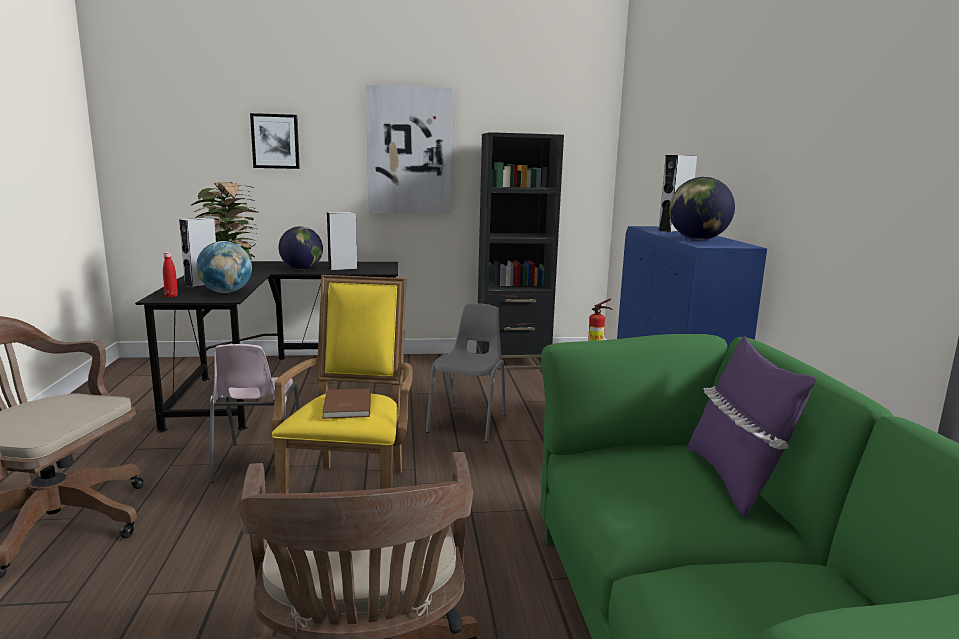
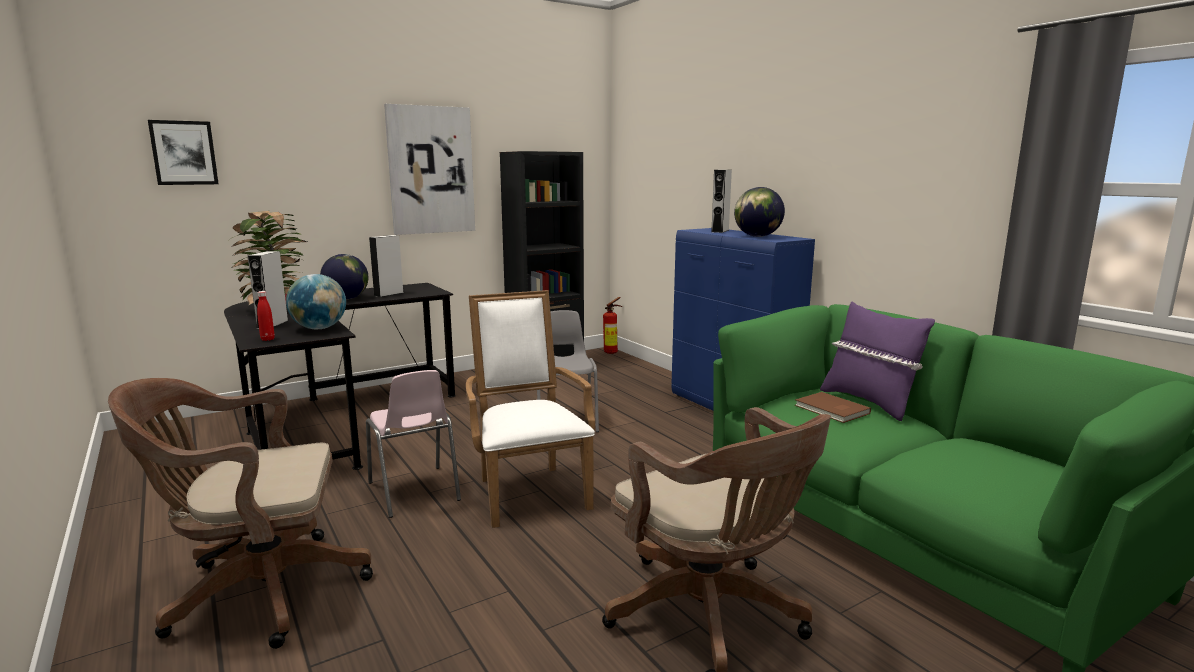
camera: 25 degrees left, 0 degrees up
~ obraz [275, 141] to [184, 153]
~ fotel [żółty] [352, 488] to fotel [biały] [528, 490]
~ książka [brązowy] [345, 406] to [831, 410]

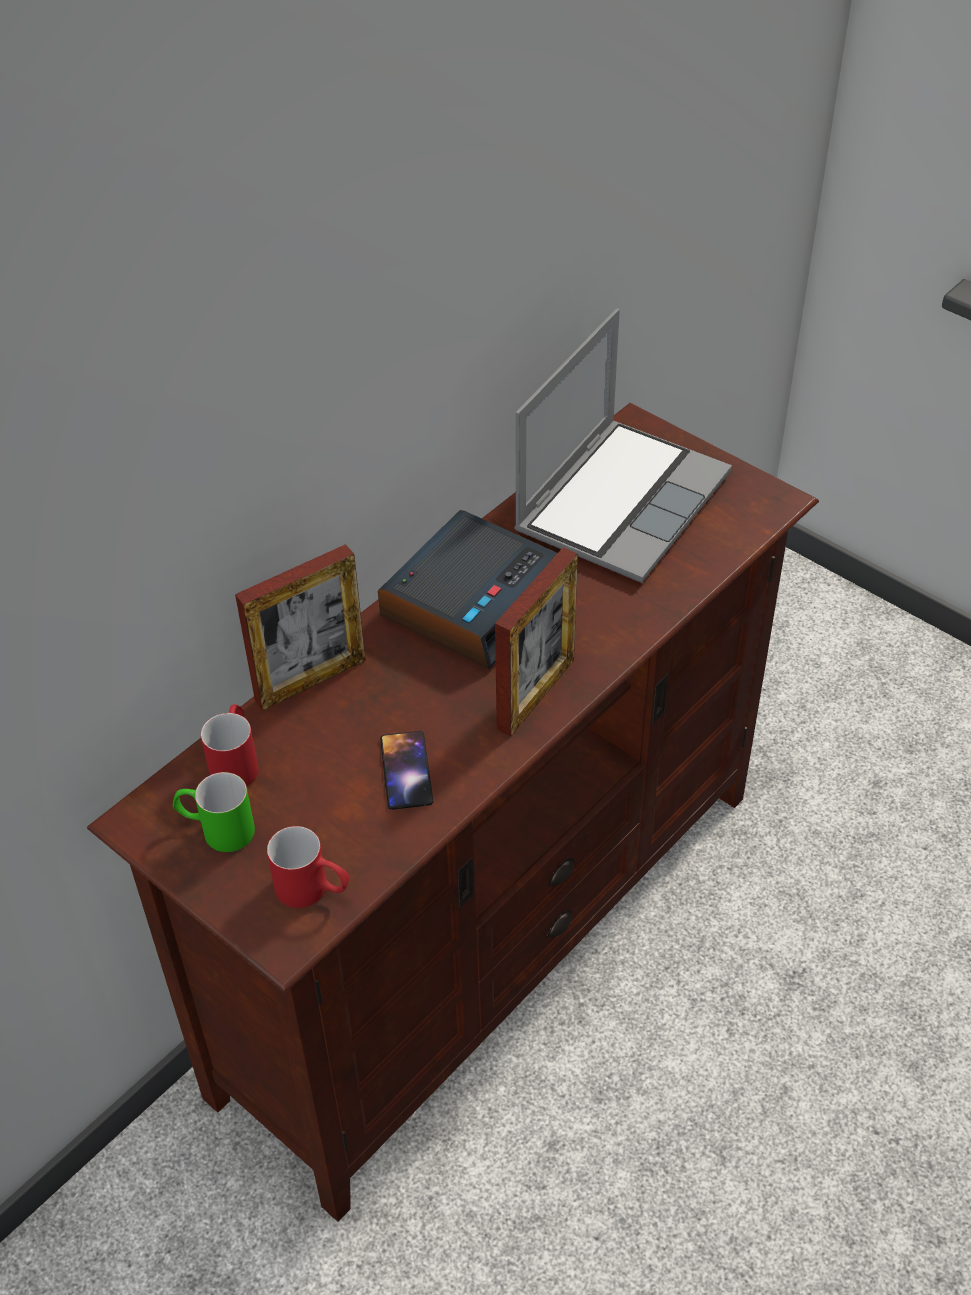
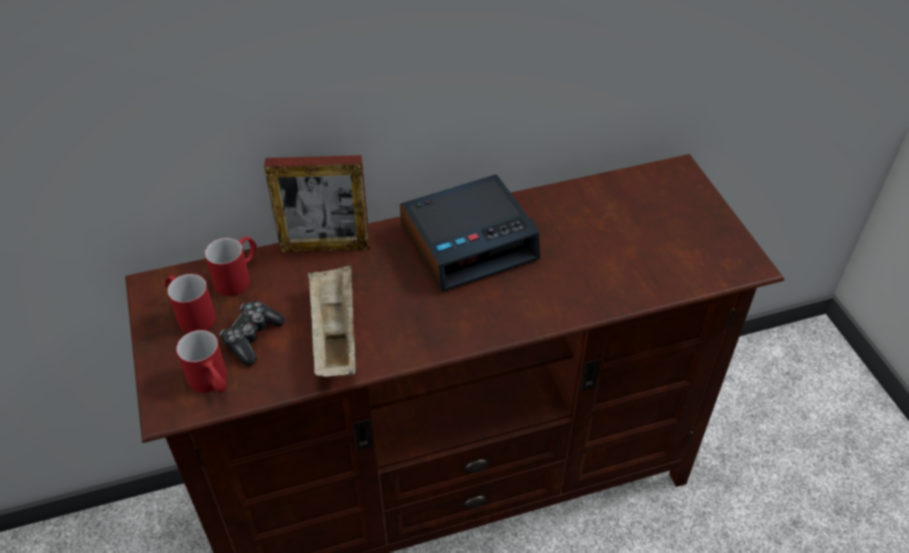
camera: 30 degrees right, 0 degrees up
~ kubek [zielony] [216, 829] to kubek [czerwony] [191, 314]
~ telefon [406, 770] to taca [beżowy] [334, 334]
- ramka na zdjęcie [536, 694]
- laptop [621, 501]
+ pad do gier [252, 337]

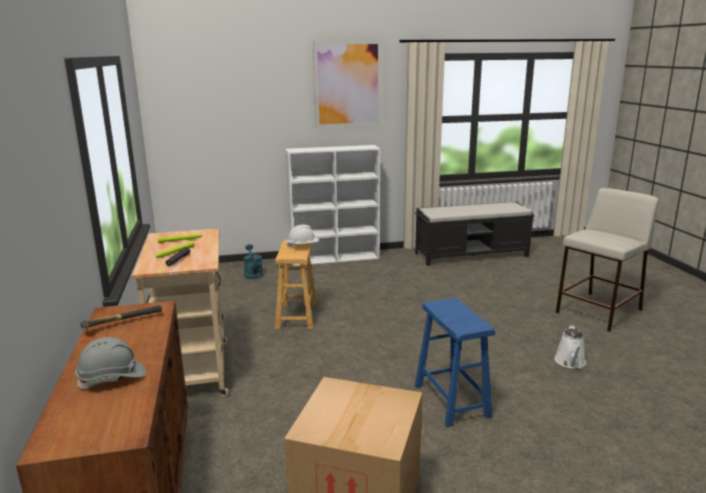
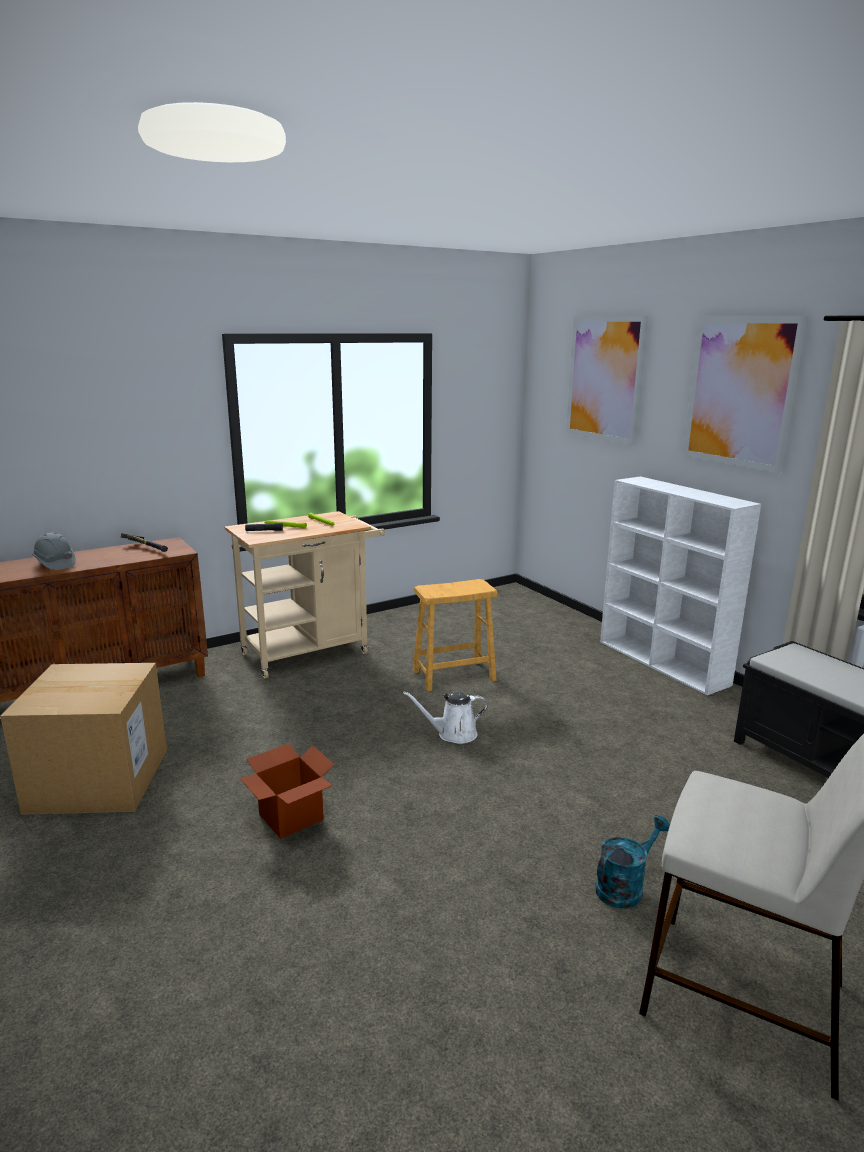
camera: 70 degrees right, 0 degrees up
~ konewka [turkusowy] [253, 274] to [625, 886]
- kask [biały] [303, 246]
~ stołek [niebieski] [451, 401] to karton [291, 817]
~ konewka [biały] [570, 362] to [453, 734]
+ obraz [605, 378]

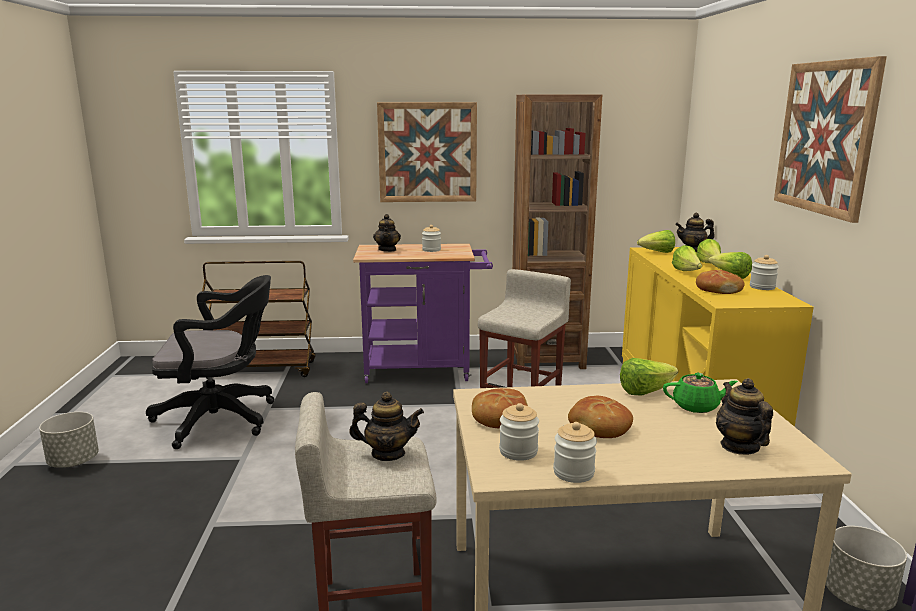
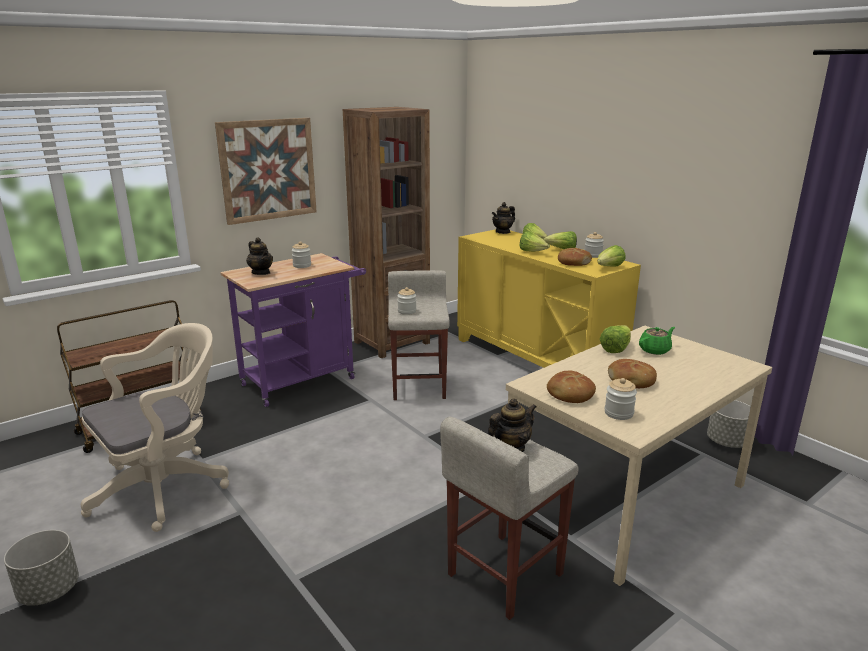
camera: 35 degrees left, 5 degrees up
~ krzesło biurowe [czarny] [222, 419] to krzesło biurowe [beżowy] [166, 486]
~ słoik [573, 472] to [407, 311]
~ sałata [657, 252] to [609, 267]
- imbryk [739, 446]
- obraz [825, 137]

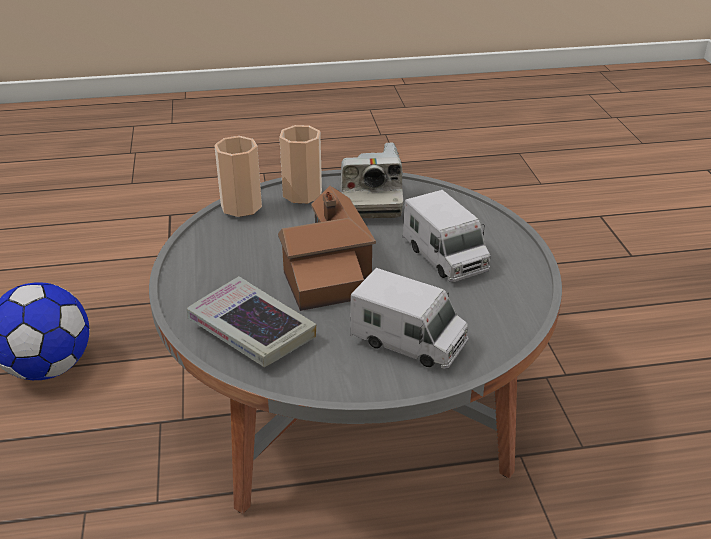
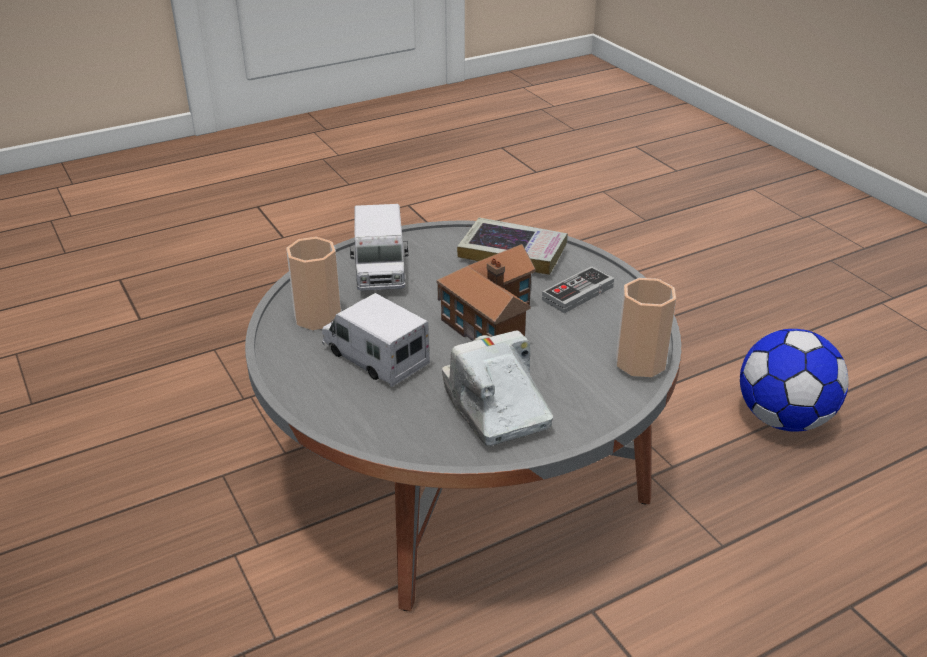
camera: 160 degrees right, 0 degrees up
~ filiżanka [302, 194] to [317, 317]
~ ciężarówka zabawkowa [409, 341] = [380, 269] 105 degrees counterclockwise
+ pad do gier [577, 293]

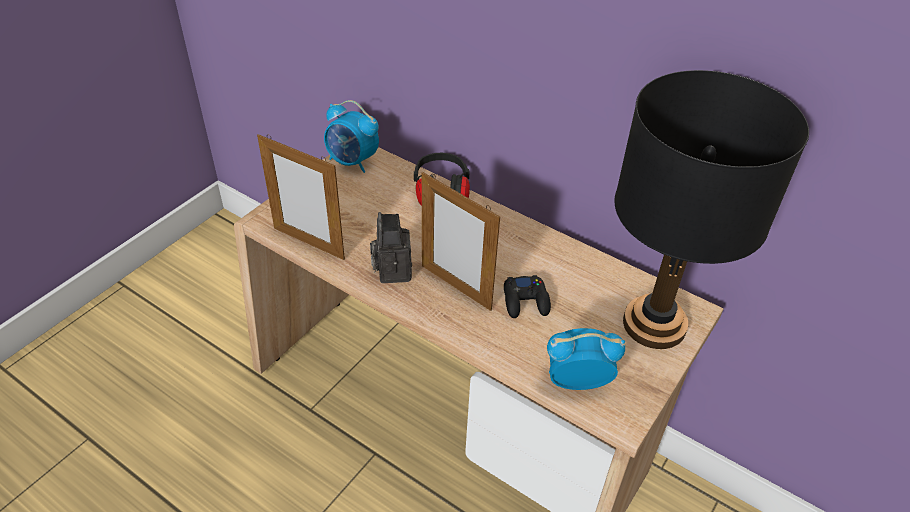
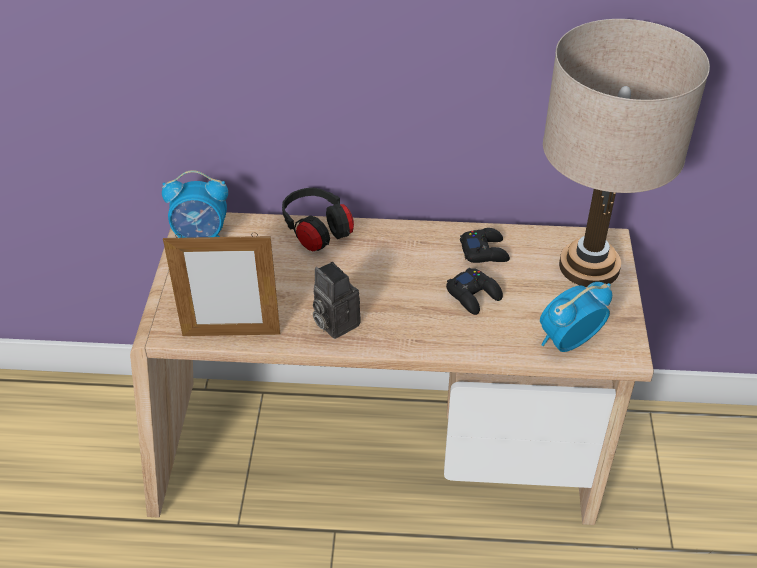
camera: 30 degrees left, 0 degrees up
- ramka na zdjęcie [456, 287]
~ lampa stołowa [czarny] [654, 325] to lampa stołowa [beżowy] [589, 266]
+ pad do gier [czarny] [484, 251]

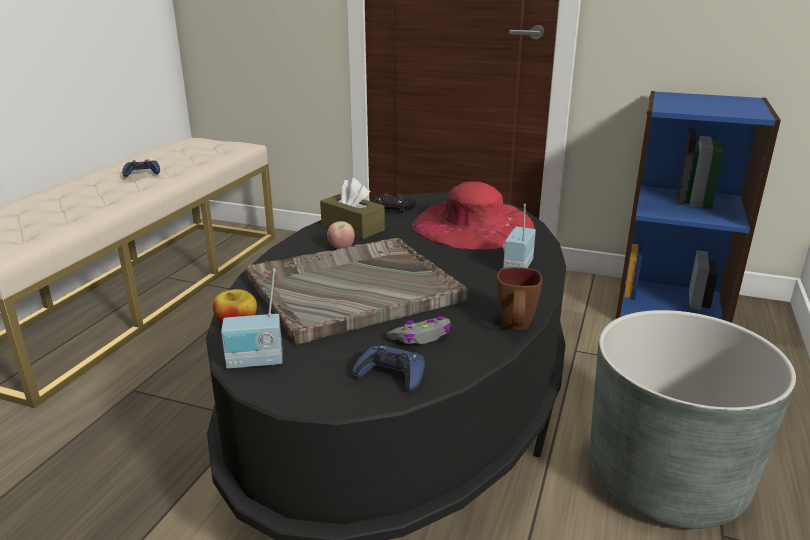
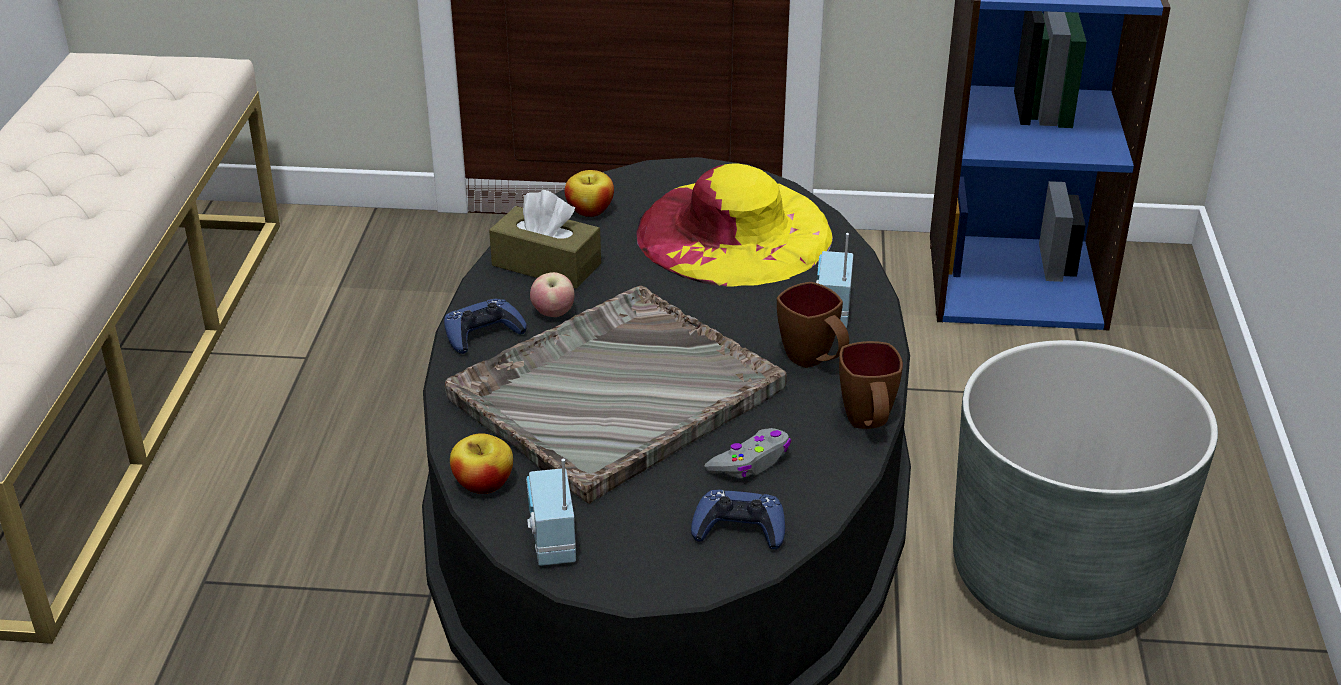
camera: 15 degrees left, 10 degrees up
~ pad do gier [niebieski] [142, 173] to [483, 333]
~ radio [255, 362] = [550, 542] 105 degrees clockwise
~ pad do gier [czarny] [393, 208] to jabłko [590, 211]
~ kapelusz [czerwony] [473, 225] to kapelusz [żółty] [734, 232]
+ kubek [brązowy] [814, 362]

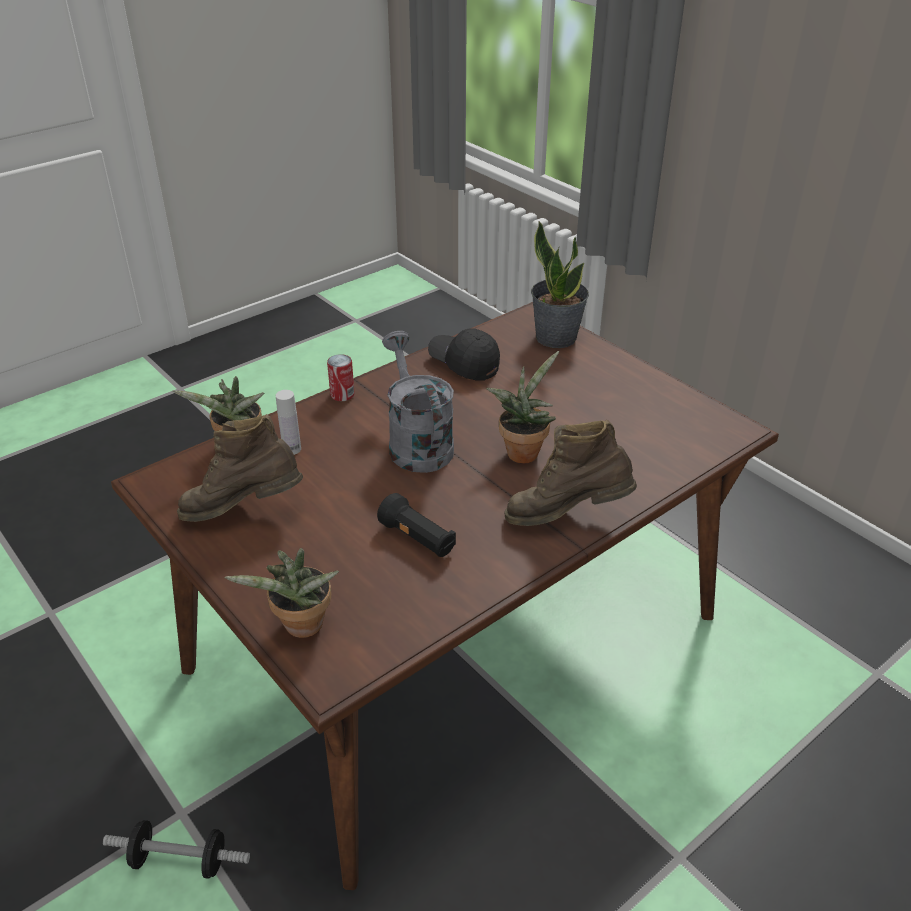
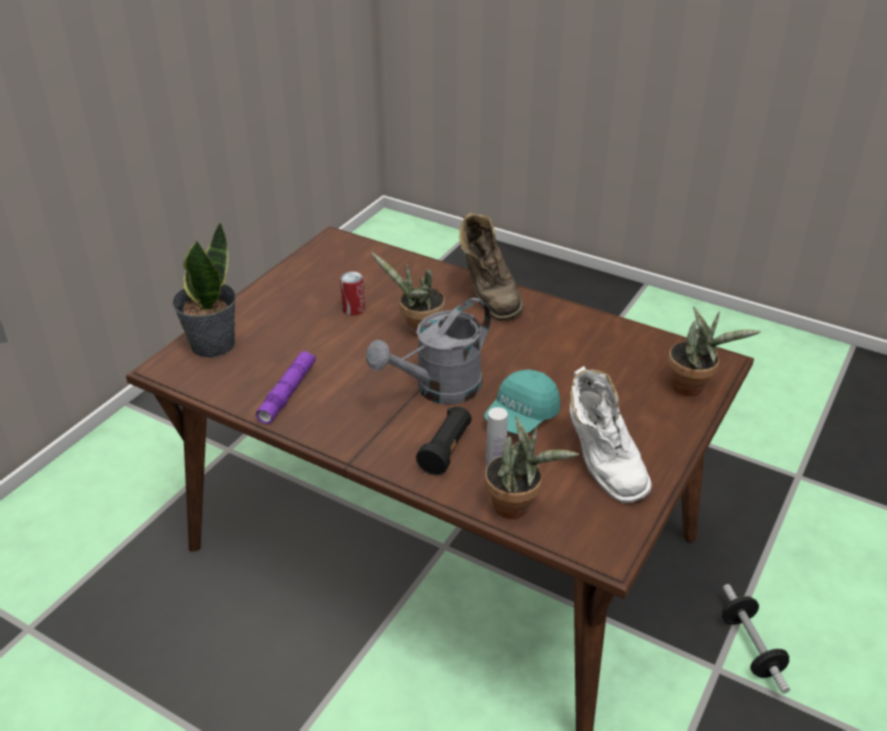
camera: 110 degrees left, 0 degrees up
~ but z cholewką [brązowy] [244, 511] to but z cholewką [biały] [601, 465]
~ puszka [342, 395] to [353, 309]
~ latarka [czarny] [418, 539] to [446, 450]
~ czapka z daszkiem [czarny] [464, 364] to latarka [fioletowy] [287, 392]
+ czapka z daszkiem [turkusowy] [521, 417]

